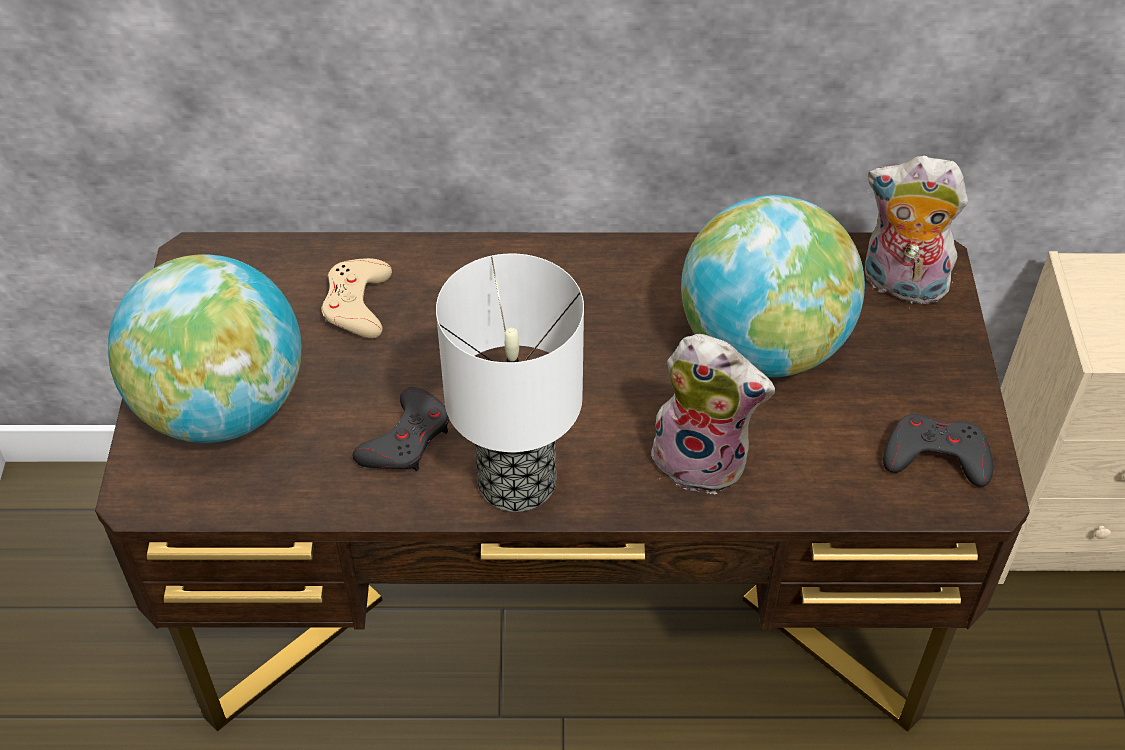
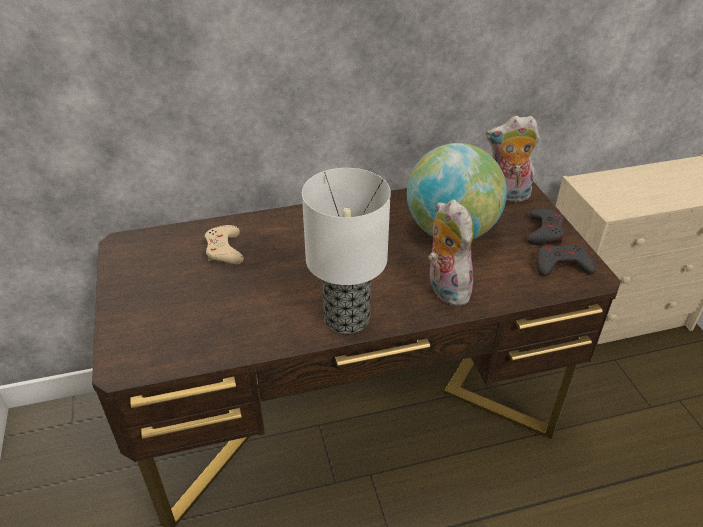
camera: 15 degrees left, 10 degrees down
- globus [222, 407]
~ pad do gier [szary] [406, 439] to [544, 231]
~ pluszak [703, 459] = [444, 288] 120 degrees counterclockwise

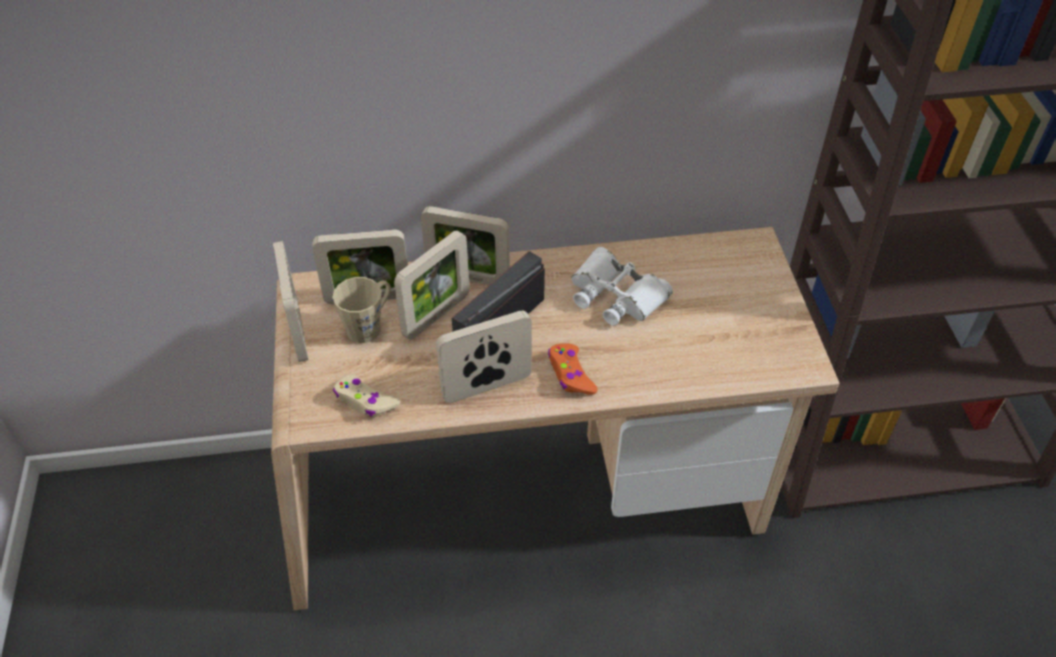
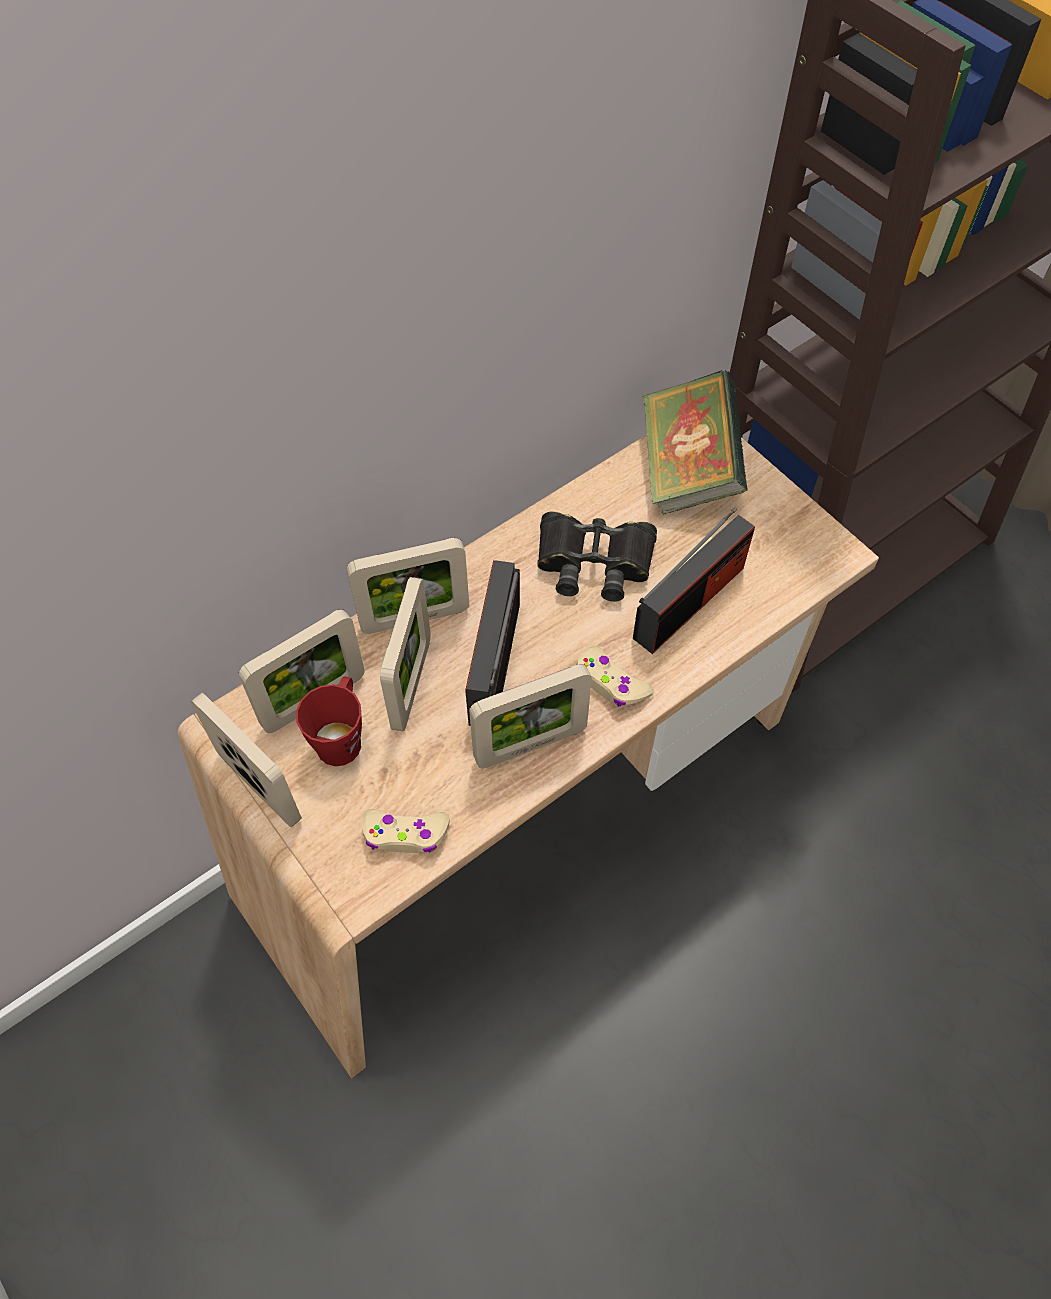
camera: 30 degrees left, 10 degrees up
~ kubek [beżowy] [369, 326] to kubek [czerwony] [342, 737]
~ ramka na zdjęcie [486, 387] = [530, 745] 150 degrees counterclockwise
~ pad do gier [pomarańczowy] [570, 374] to pad do gier [beżowy] [610, 683]
~ lornetka [biały] [616, 295] to lornetka [czarny] [594, 561]
+ radio [689, 602]
+ książka [688, 470]

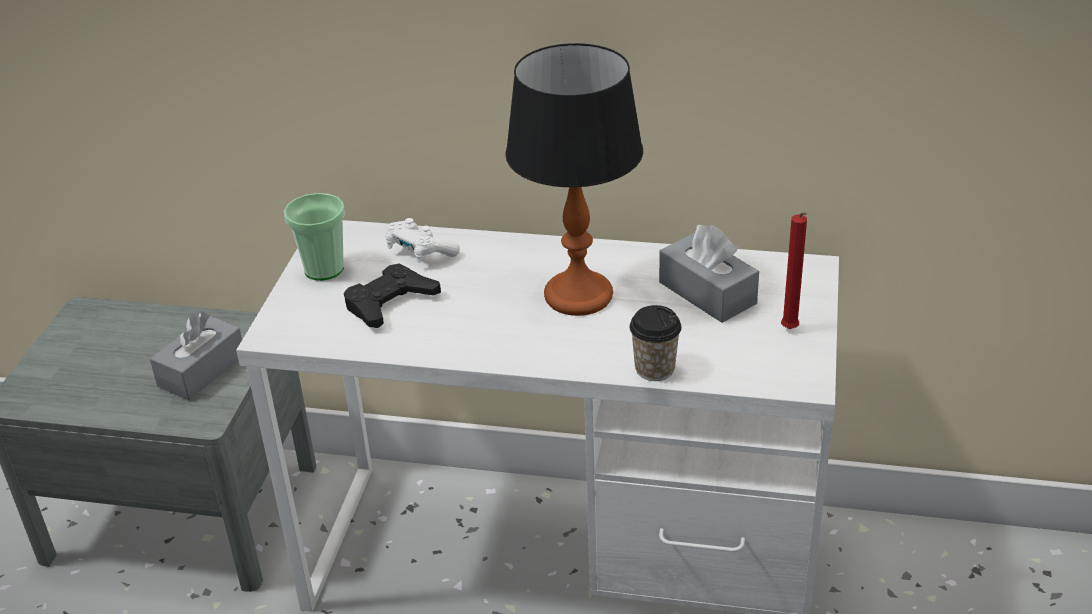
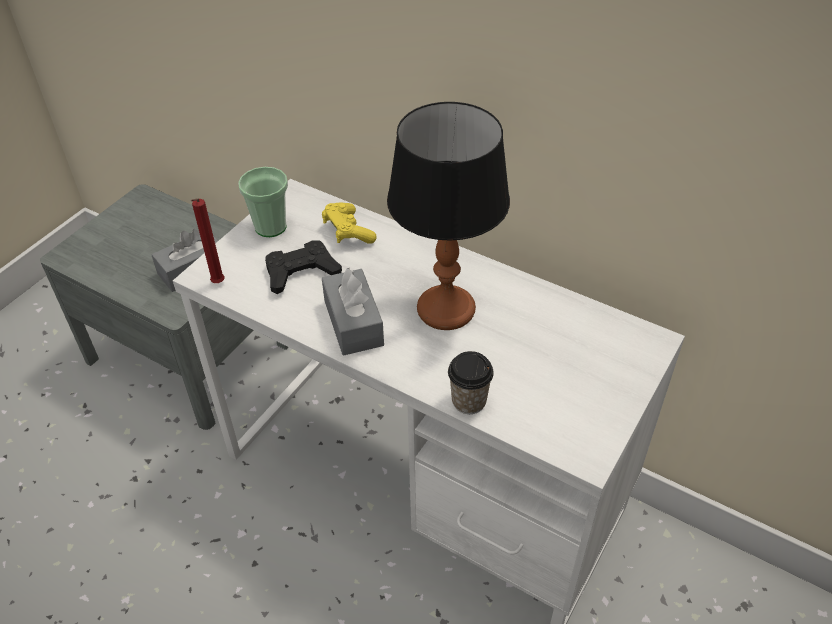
camera: 20 degrees right, 10 degrees up
~ pad do gier [biały] [420, 252] to pad do gier [żółty] [348, 232]
~ pudełko chusteczek [szary] [707, 293] to [353, 323]
~ świeca [czerwony] [790, 331] to [217, 284]

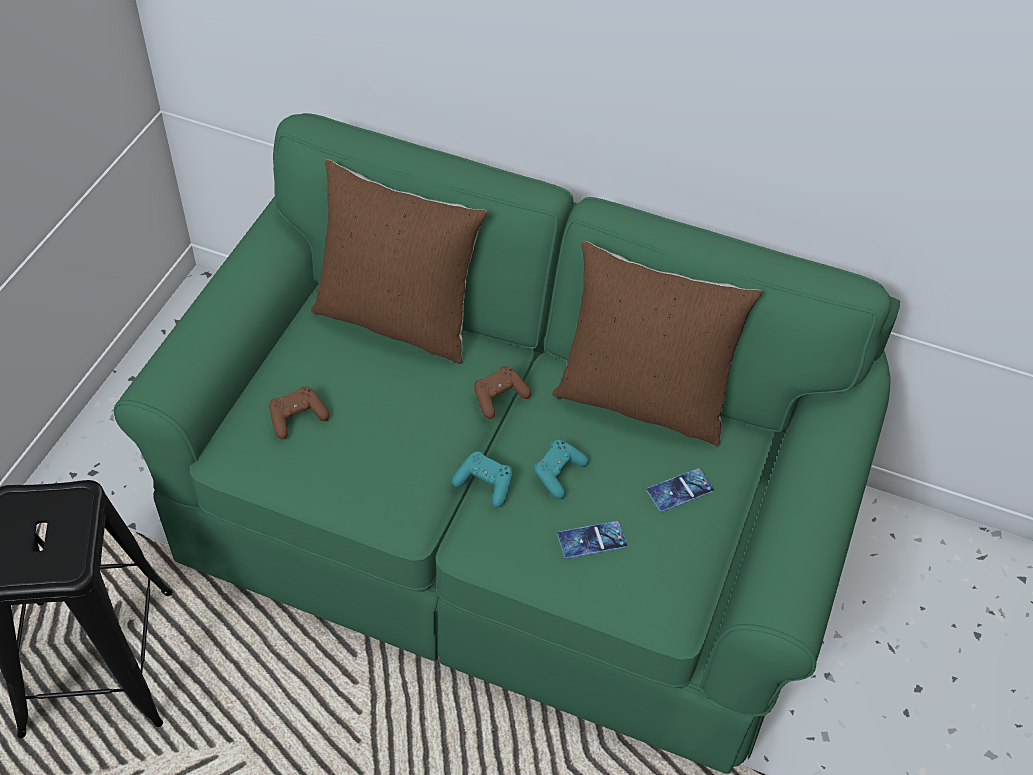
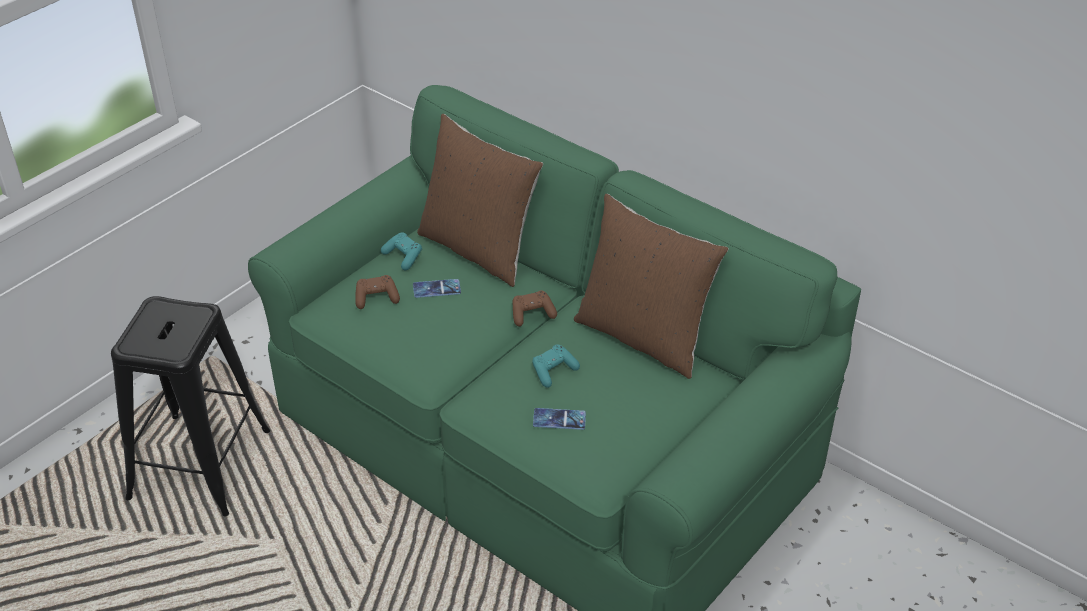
camera: 20 degrees right, 10 degrees down
~ pad do gier [turkusowy] [485, 484] to [403, 257]
~ telefon [680, 490] to [436, 289]

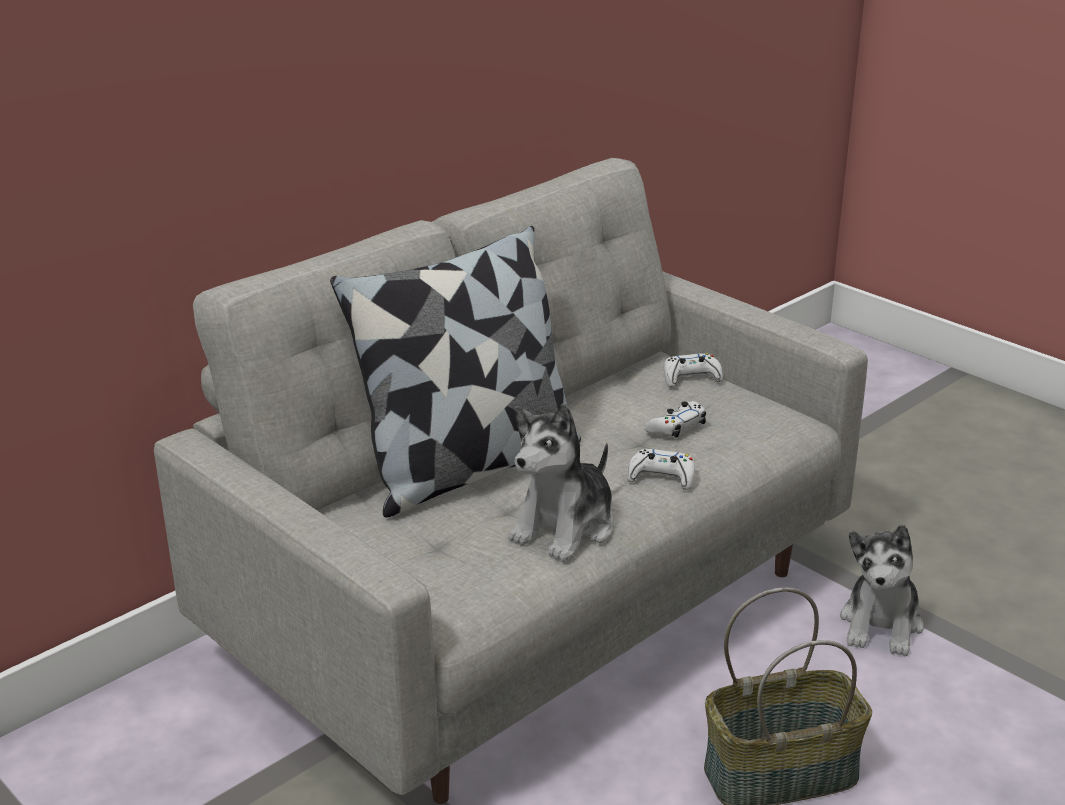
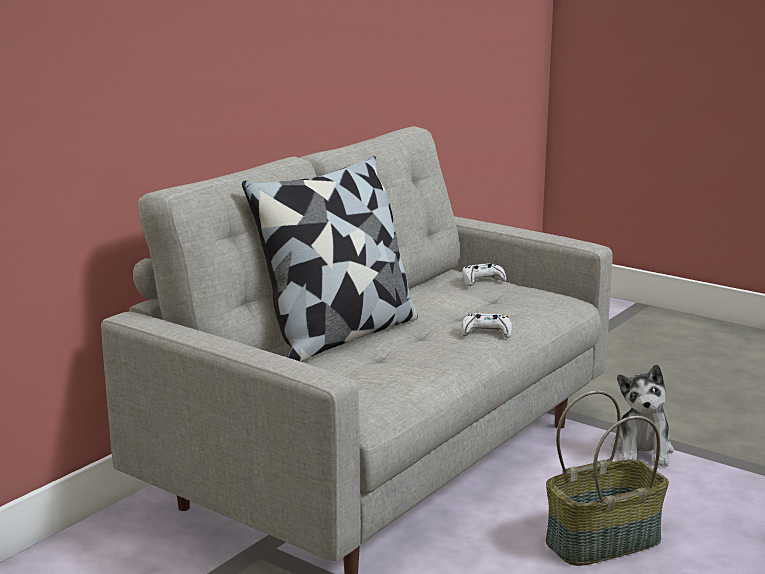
camera: 10 degrees left, 10 degrees down
- pluszak [565, 527]
- pad do gier [biały] [676, 427]

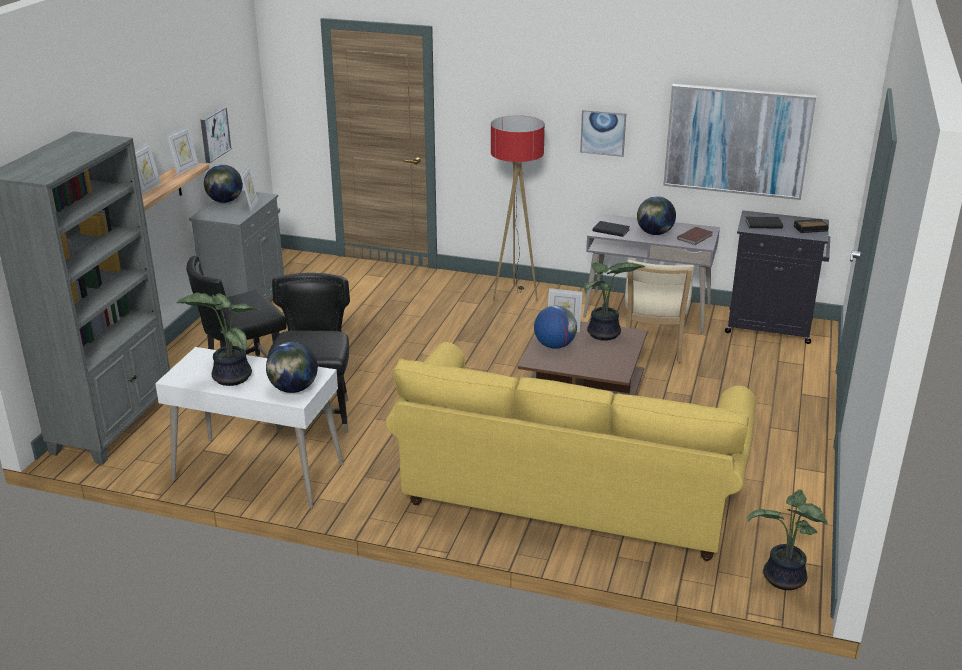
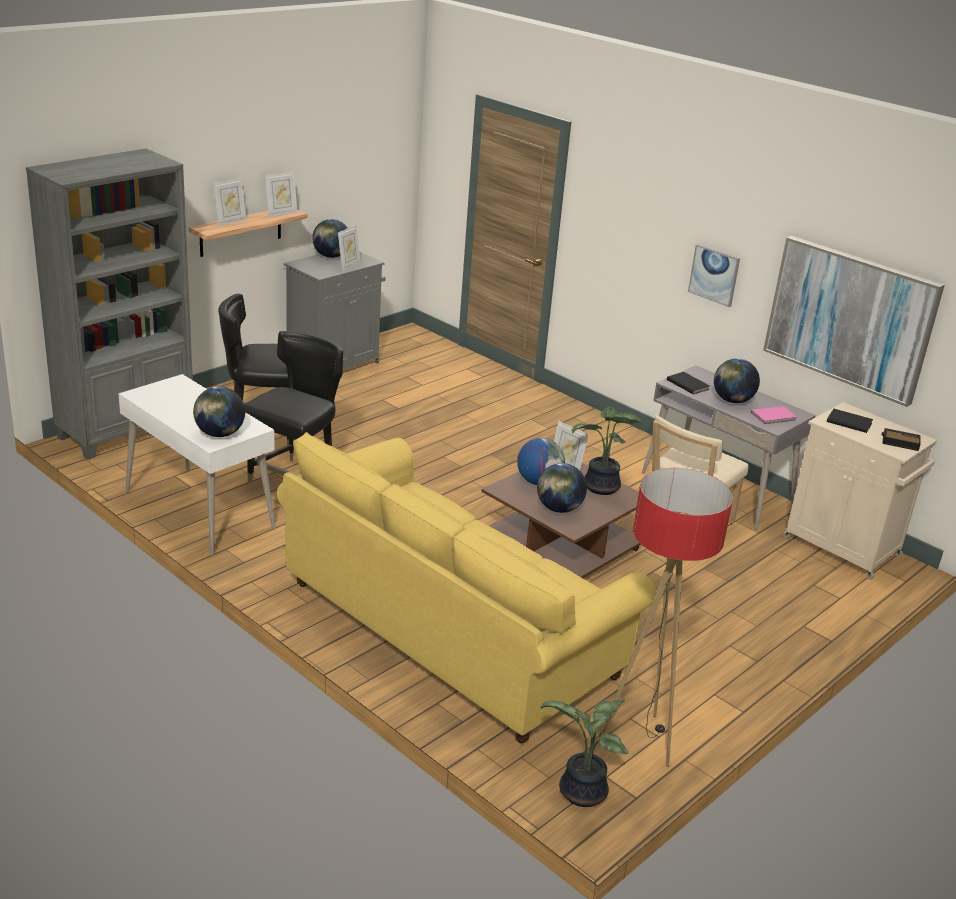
camera: 25 degrees right, 0 degrees up
- roślina doniczkowa [229, 377]
- obraz [214, 134]
~ lampa stojąca [515, 295] to [641, 740]
~ książka [brązowy] [696, 237] to książka [różowy] [774, 417]
~ szafka [czarny] [771, 327] to szafka [beżowy] [844, 548]
+ globus [558, 509]

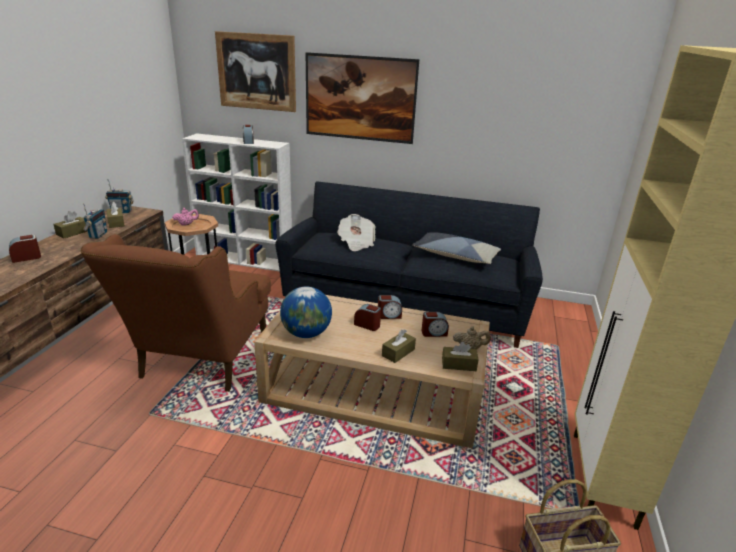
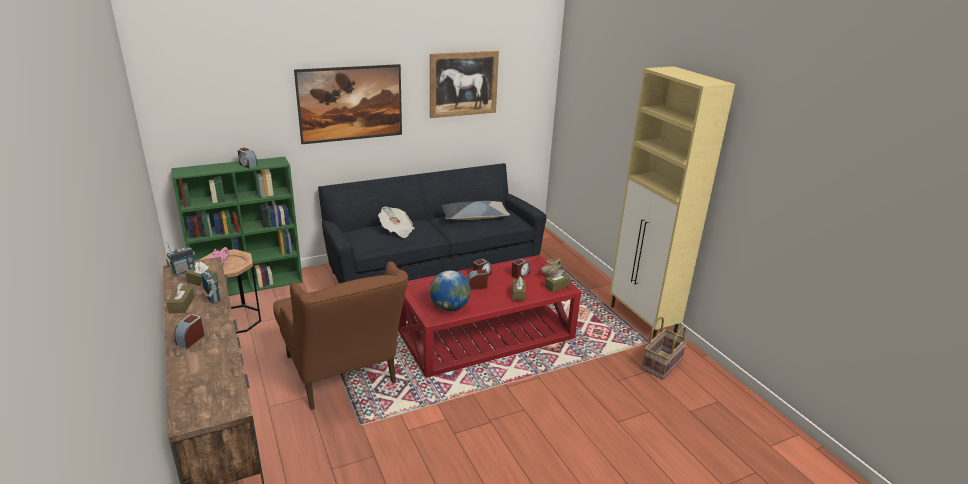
camera: 40 degrees left, 0 degrees up
~ regał [biały] [245, 260] to regał [zielony] [251, 285]
~ obraz [256, 72] to [463, 84]
~ ława [beżowy] [374, 389] to ława [czerwony] [486, 334]

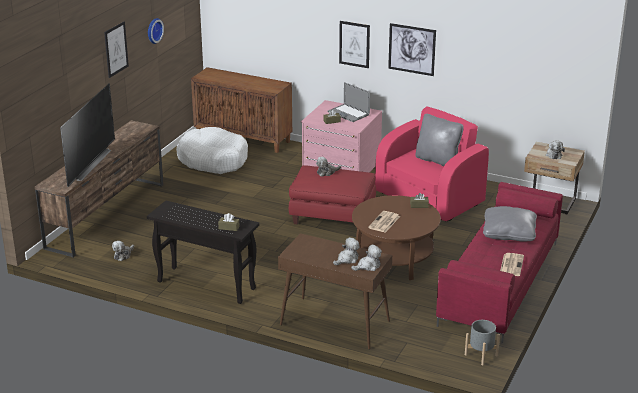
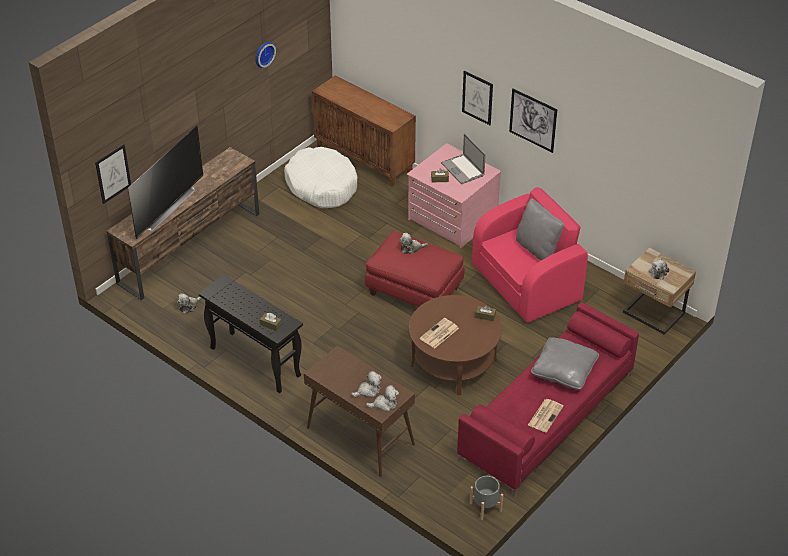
camera: 15 degrees right, 15 degrees up
~ obraz [116, 49] to [113, 173]

